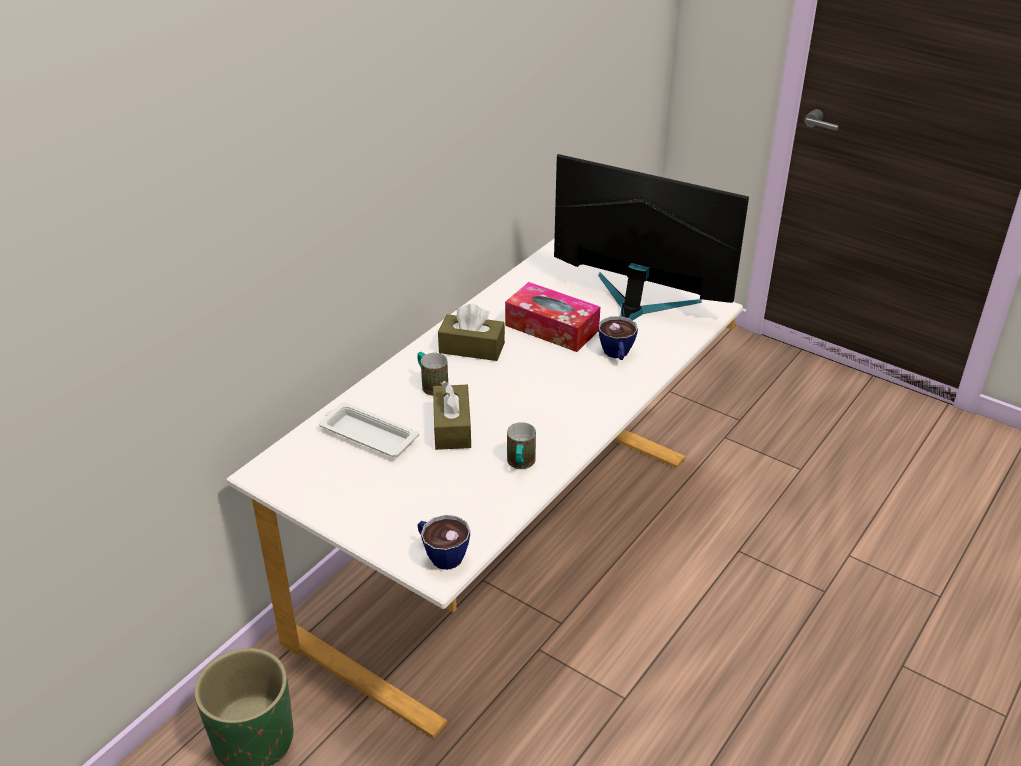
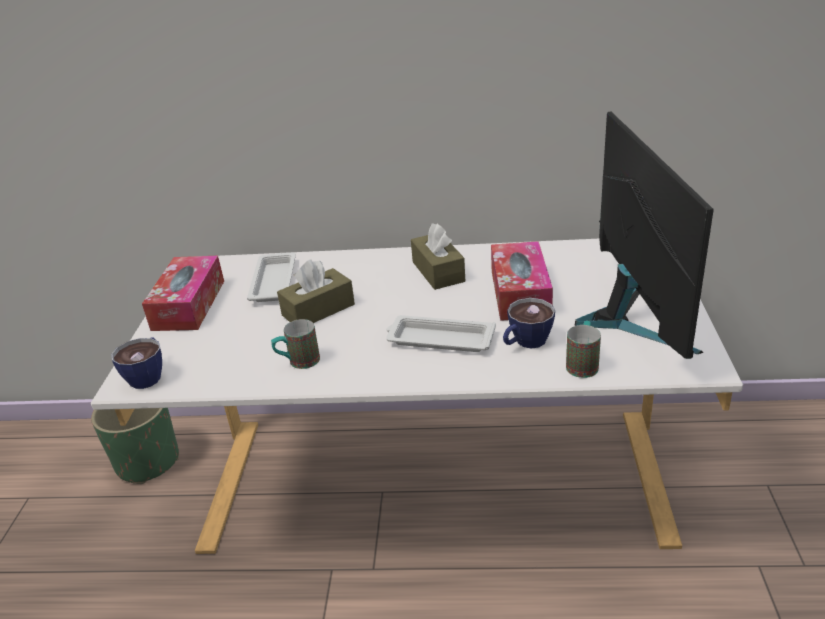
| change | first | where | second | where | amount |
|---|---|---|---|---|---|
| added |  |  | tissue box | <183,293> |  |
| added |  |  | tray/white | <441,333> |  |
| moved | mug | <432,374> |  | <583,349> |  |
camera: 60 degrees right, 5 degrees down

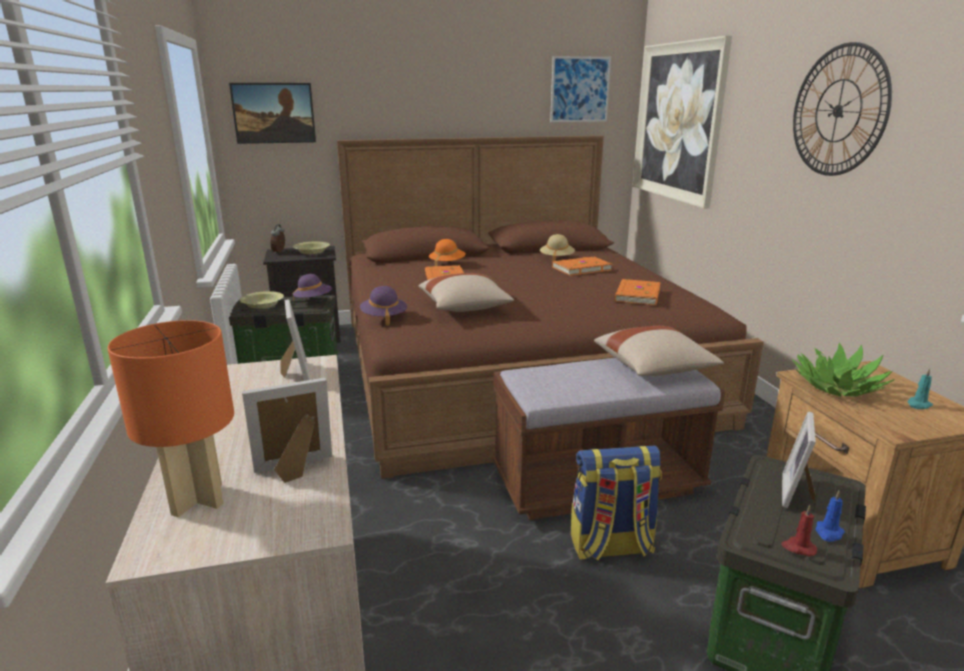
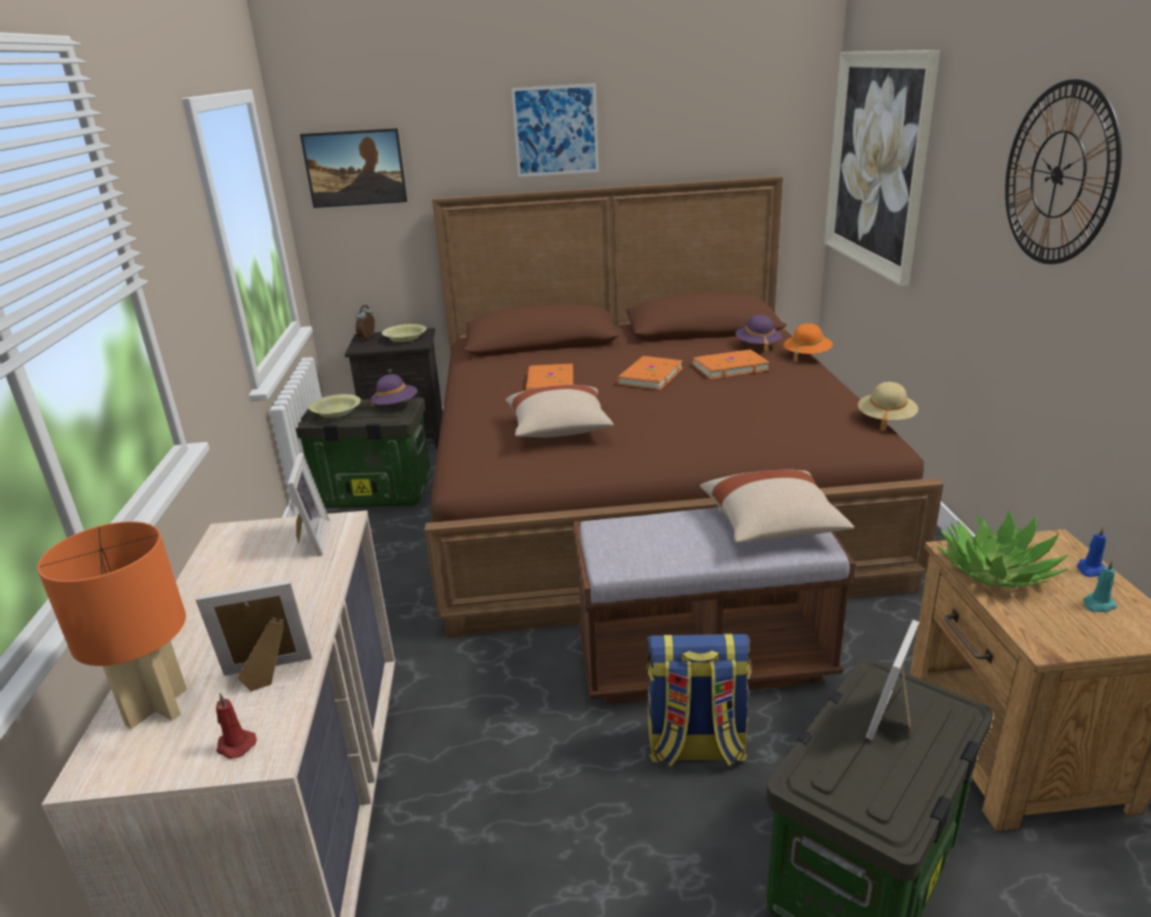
| change | first | where | second | where | amount |
|---|---|---|---|---|---|
| moved | candle/red | <799,530> |  | <236,726> |  |
| moved | picture | <580,89> |  | <555,130> |  |
| moved | book/orange | <637,292> |  | <650,373> |  |
| moved | hat/purple | <383,306> |  | <758,334> |  |
| moved | hat/orange | <447,252> |  | <808,342> |  |
| moved | hat/beige | <557,247> |  | <888,407> |  |
| moved | candle/blue | <830,516> |  | <1091,552> |  |
camera: 10 degrees right, 5 degrees up

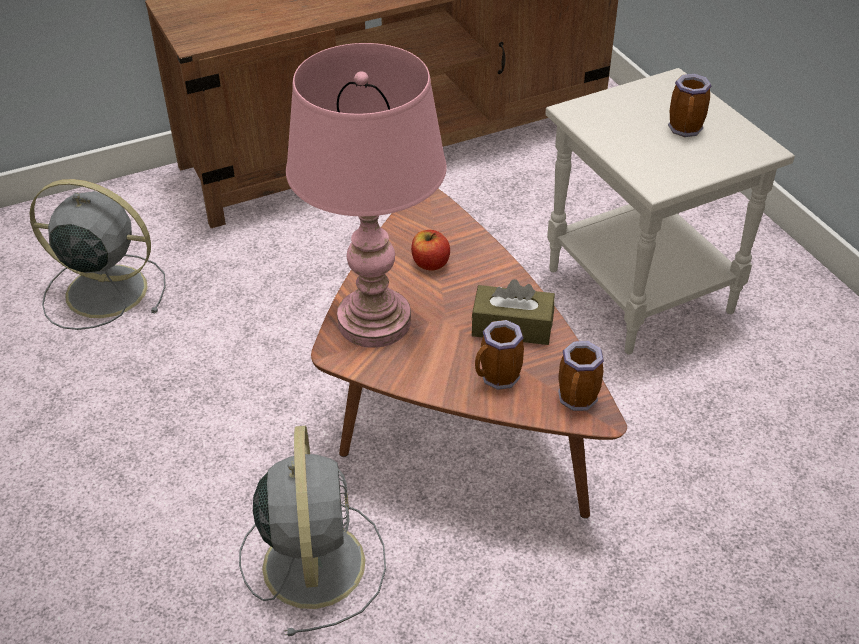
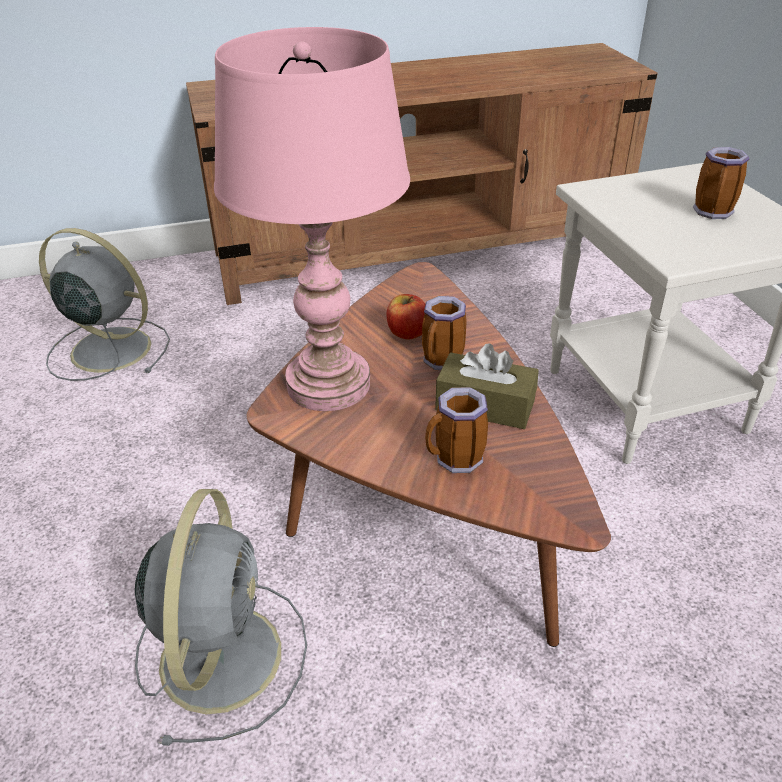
| change | first | where | second | where | amount |
|---|---|---|---|---|---|
| moved | mug | <581,376> |  | <444,333> |  |
camera: 10 degrees right, 5 degrees down

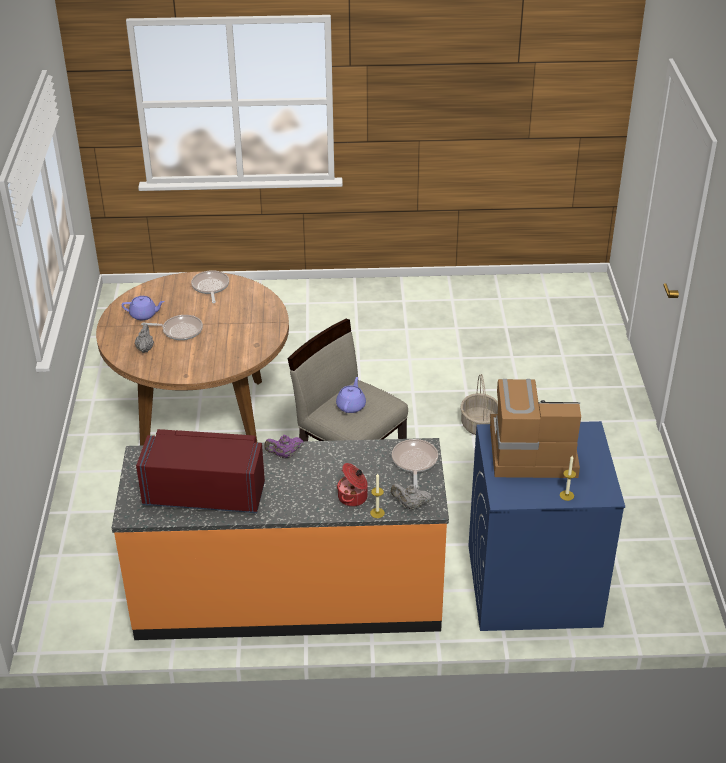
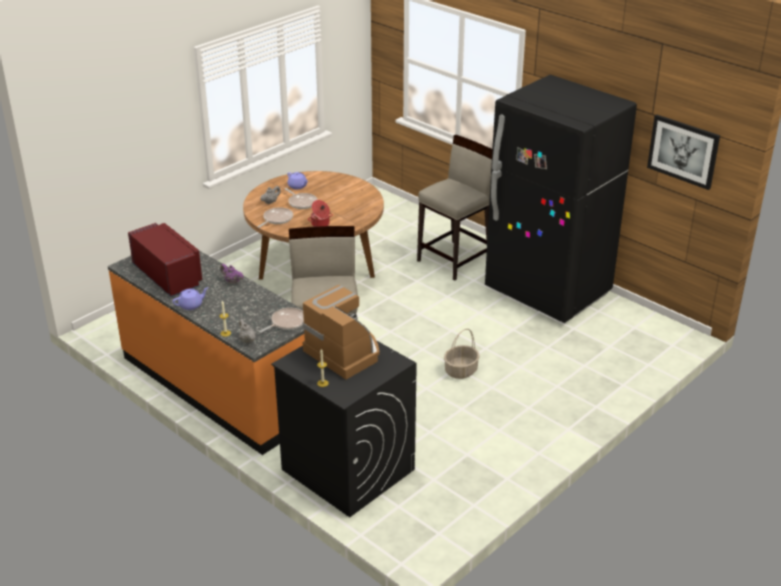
| change | first | where | second | where | amount |
|---|---|---|---|---|---|
| moved | teapot/purple | <351,395> |  | <190,298> |  |
| moved | frying pan | <210,286> |  | <275,217> |  |
| recoloured | washing machine/blue | <547,526> | washing machine/black | <344,428> |  |
| moved | cooking pot | <352,485> |  | <320,213> |  |
| added |  |  | stool/beige | <454,208> |  |
| added |  |  | fridge/black | <561,199> |  |
| added |  |  | picture | <683,152> |  |
camera: 45 degrees right, 5 degrees down

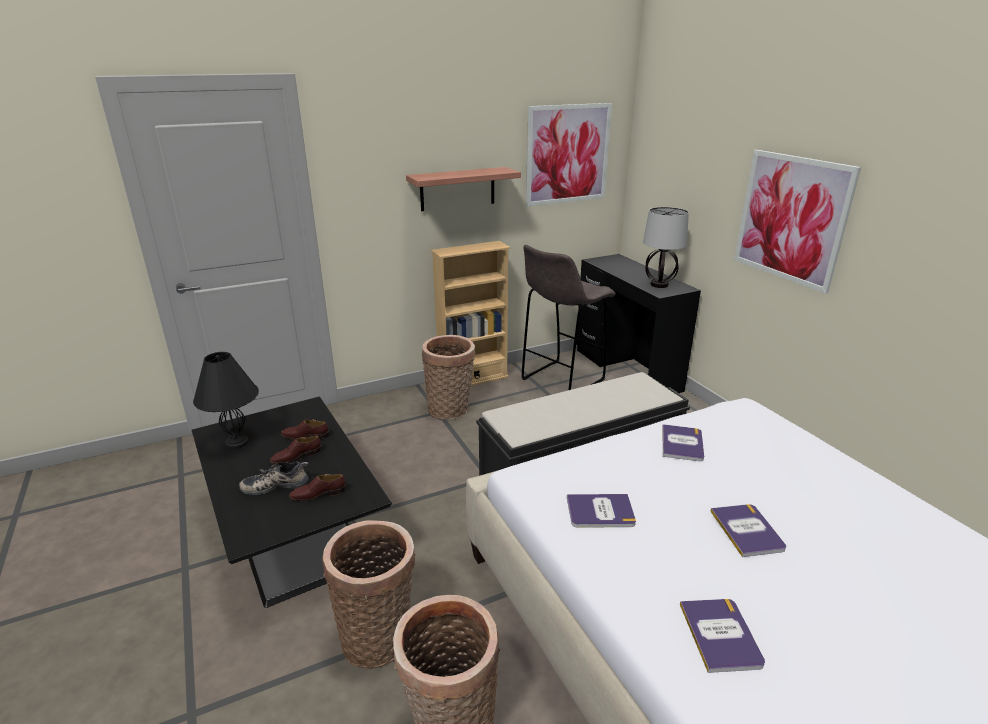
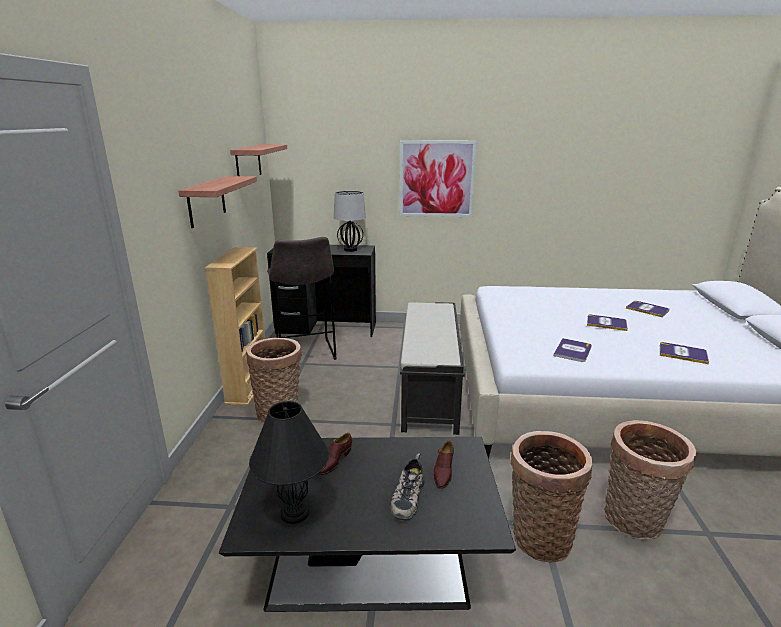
| change | first | where | second | where | amount |
|---|---|---|---|---|---|
| replaced | picture | <569,154> | shelf | <258,160> |  |
| moved | book | <683,442> |  | <647,309> |  |
| removed | shoe/brown | <295,449> |  |  |  |
camera: 60 degrees left, 5 degrees down

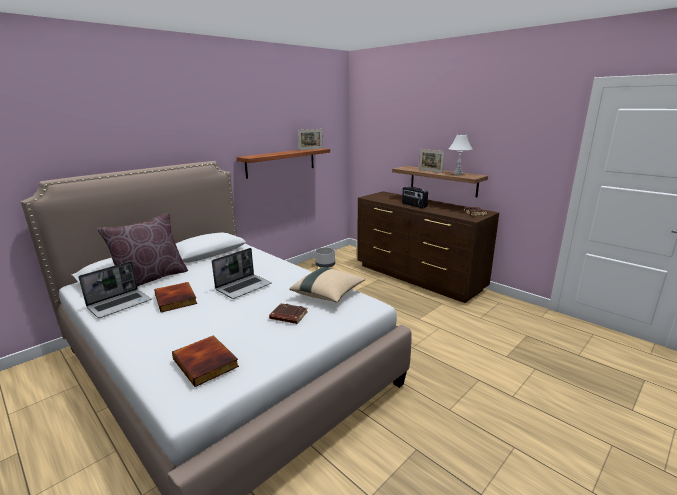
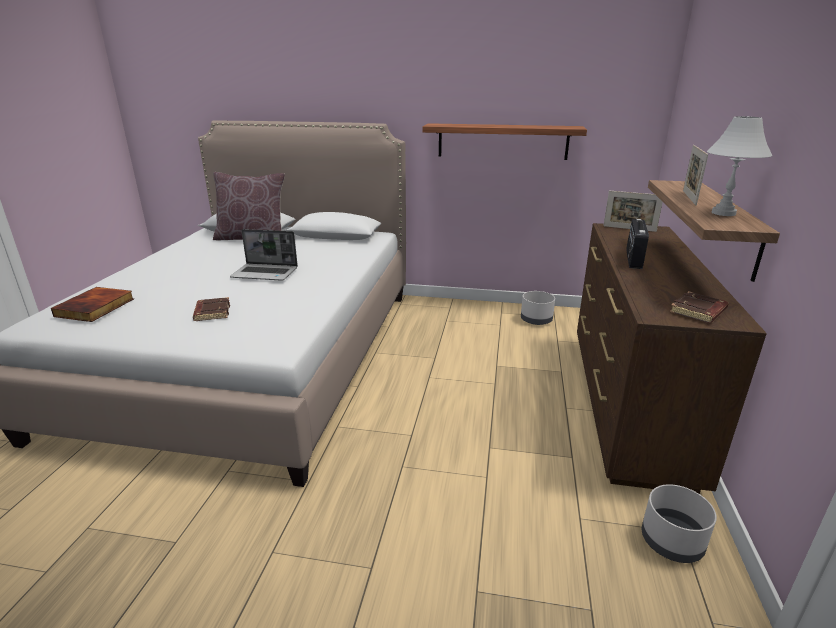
| change | first | where | second | where | amount |
|---|---|---|---|---|---|
| moved | picture frame | <310,140> |  | <633,211> |  |
| added |  |  | planter/grey | <679,523> |  |
| removed | laptop | <114,289> |  |  |  |
| removed | book | <175,297> |  |  |  |
| removed | pillow/beige | <327,285> |  |  |  |
camera: 55 degrees right, 5 degrees up

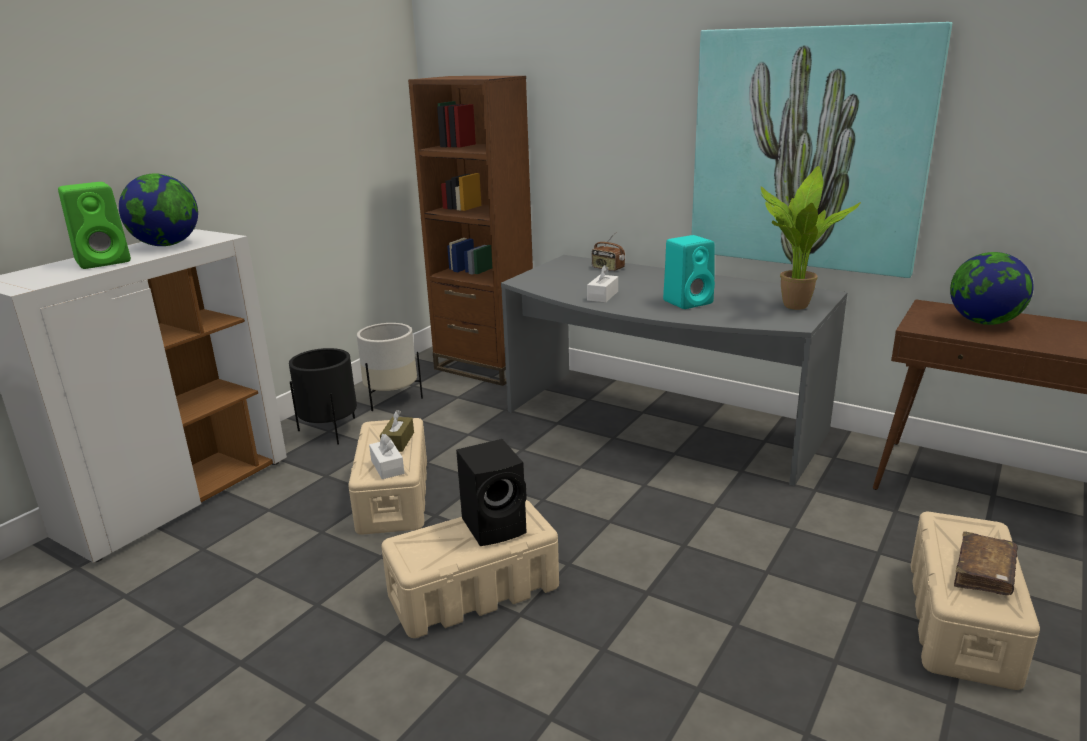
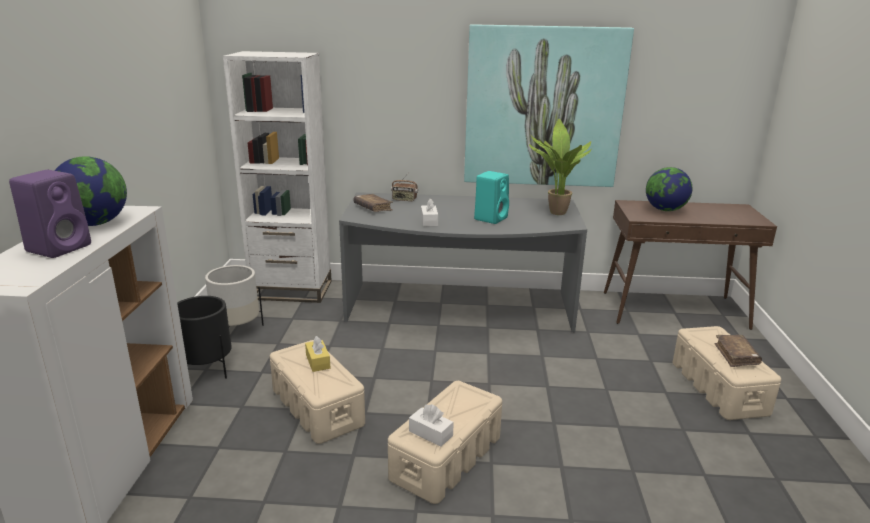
| change | first | where | second | where | amount |
|---|---|---|---|---|---|
| recoloured | speaker/green | <94,225> | speaker/purple | <50,214> |  |
| recoloured | bookcase/brown | <470,231> | bookcase/white | <277,177> |  |
| recoloured | tissue box/brown | <397,431> | tissue box/yellow | <317,354> |  |
| added |  |  | book/brown | <373,203> |  |
| moved | tissue box/white | <386,456> |  | <431,425> |  |
| removed | speaker/black | <491,492> |  |  |  |
camera: 30 degrees left, 0 degrees up

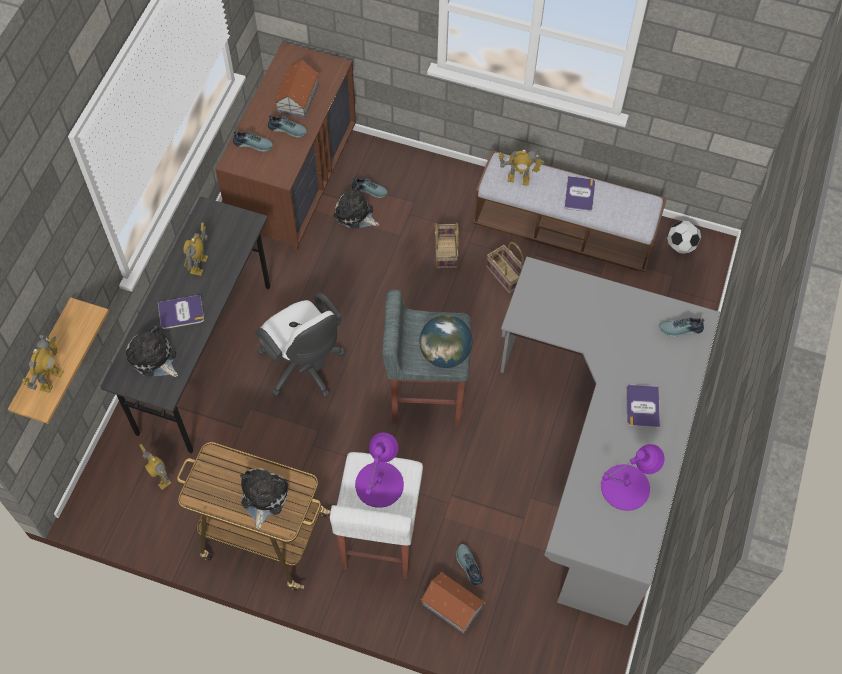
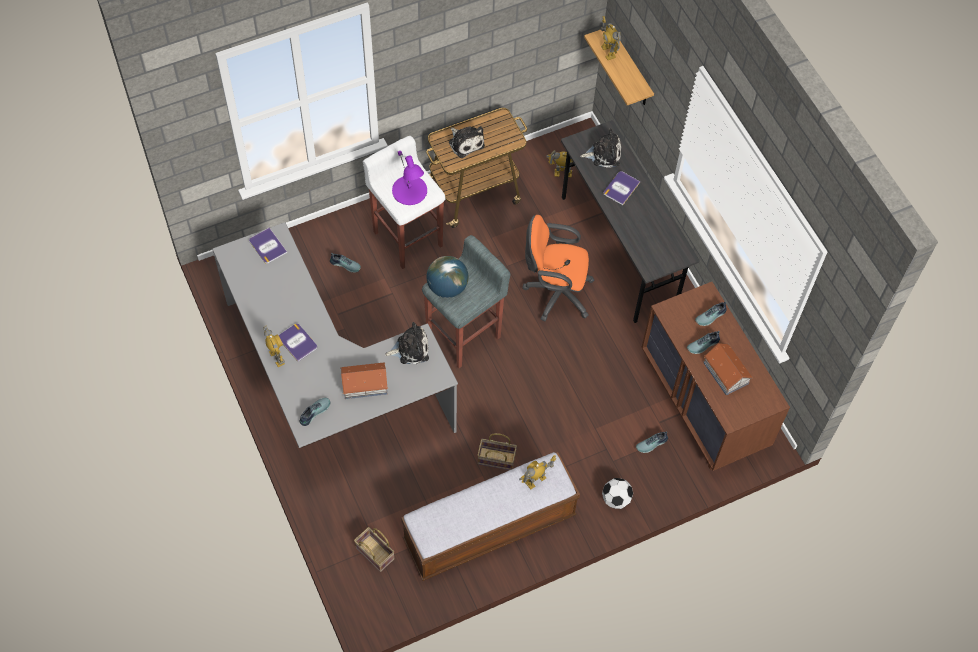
| change | first | where | second | where | amount |
|---|---|---|---|---|---|
| moved | book | <579,194> |  | <268,246> |  |
| moved | toy robot | <195,249> |  | <274,346> |  |
| moved | toy house | <453,603> |  | <364,380> |  |
| moved | basket | <446,246> |  | <374,549> |  |
| moved | plush toy | <356,206> |  | <407,343> |  |
| recoloured | office chair/white | <301,345> | office chair/orange | <558,268> |  |
| moved | football | <684,237> |  | <617,493> |  |
| removed | table lamp/purple | <633,477> |  |  |  |
camera: 135 degrees right, 0 degrees up

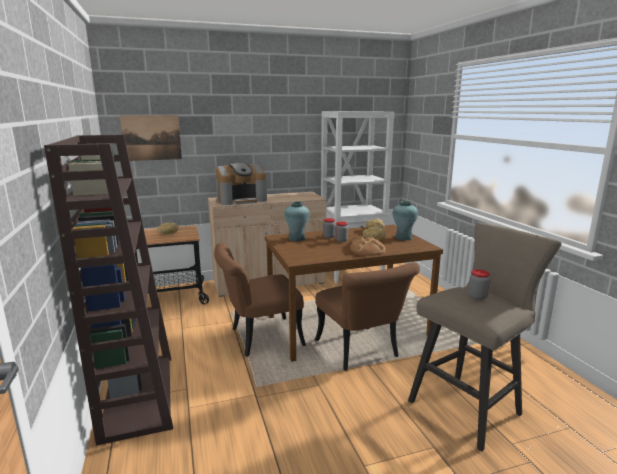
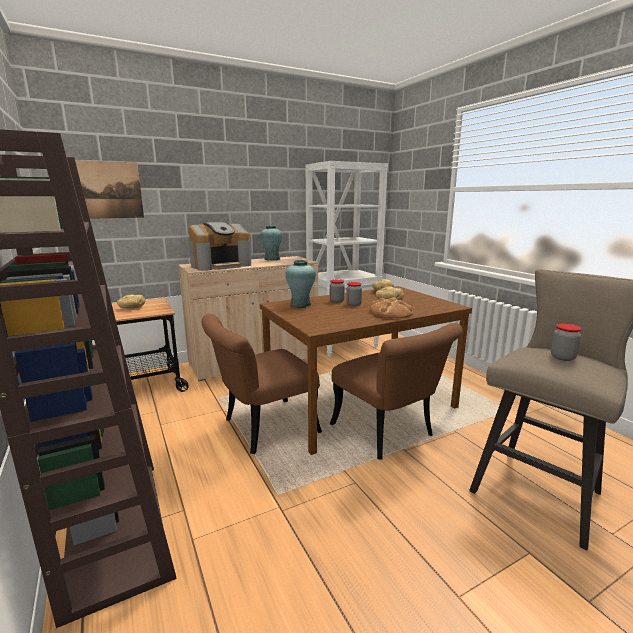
| change | first | where | second | where | amount |
|---|---|---|---|---|---|
| moved | vase/turquoise | <405,220> |  | <271,243> |  |
camera: 10 degrees left, 0 degrees up

